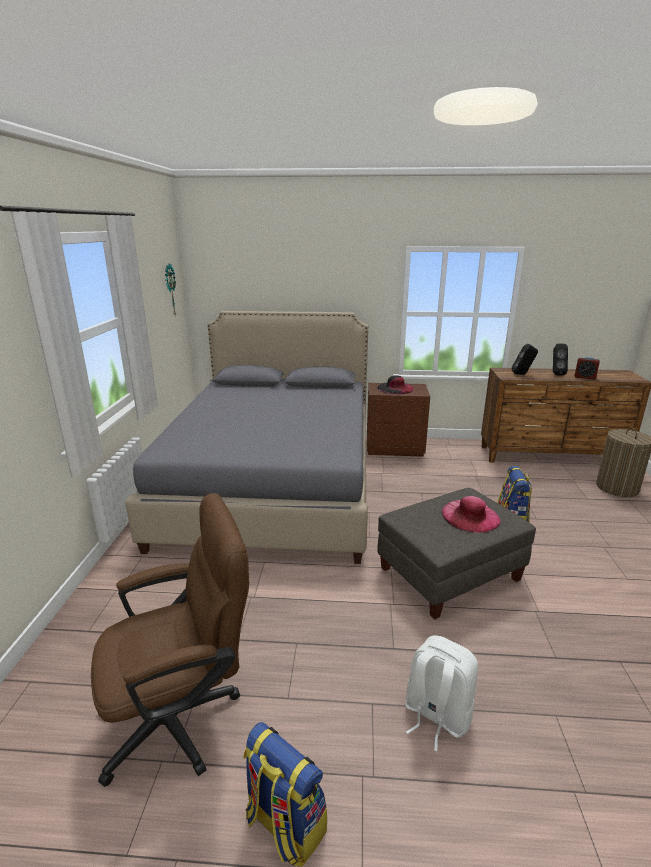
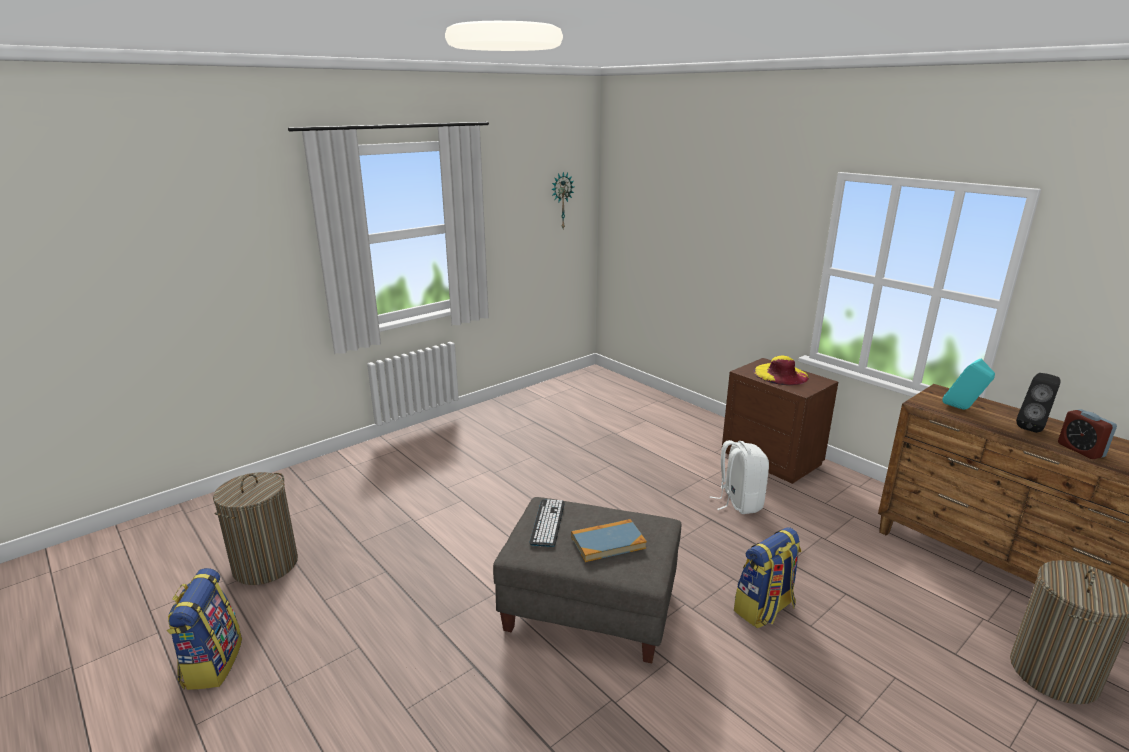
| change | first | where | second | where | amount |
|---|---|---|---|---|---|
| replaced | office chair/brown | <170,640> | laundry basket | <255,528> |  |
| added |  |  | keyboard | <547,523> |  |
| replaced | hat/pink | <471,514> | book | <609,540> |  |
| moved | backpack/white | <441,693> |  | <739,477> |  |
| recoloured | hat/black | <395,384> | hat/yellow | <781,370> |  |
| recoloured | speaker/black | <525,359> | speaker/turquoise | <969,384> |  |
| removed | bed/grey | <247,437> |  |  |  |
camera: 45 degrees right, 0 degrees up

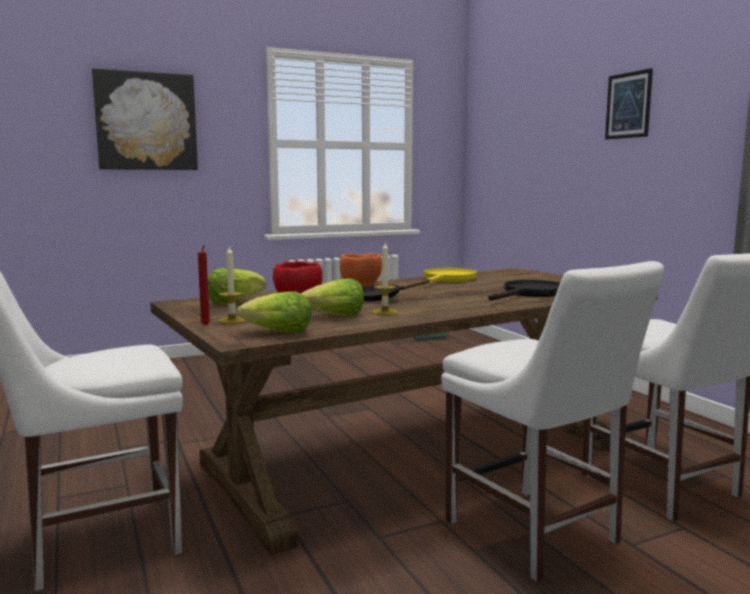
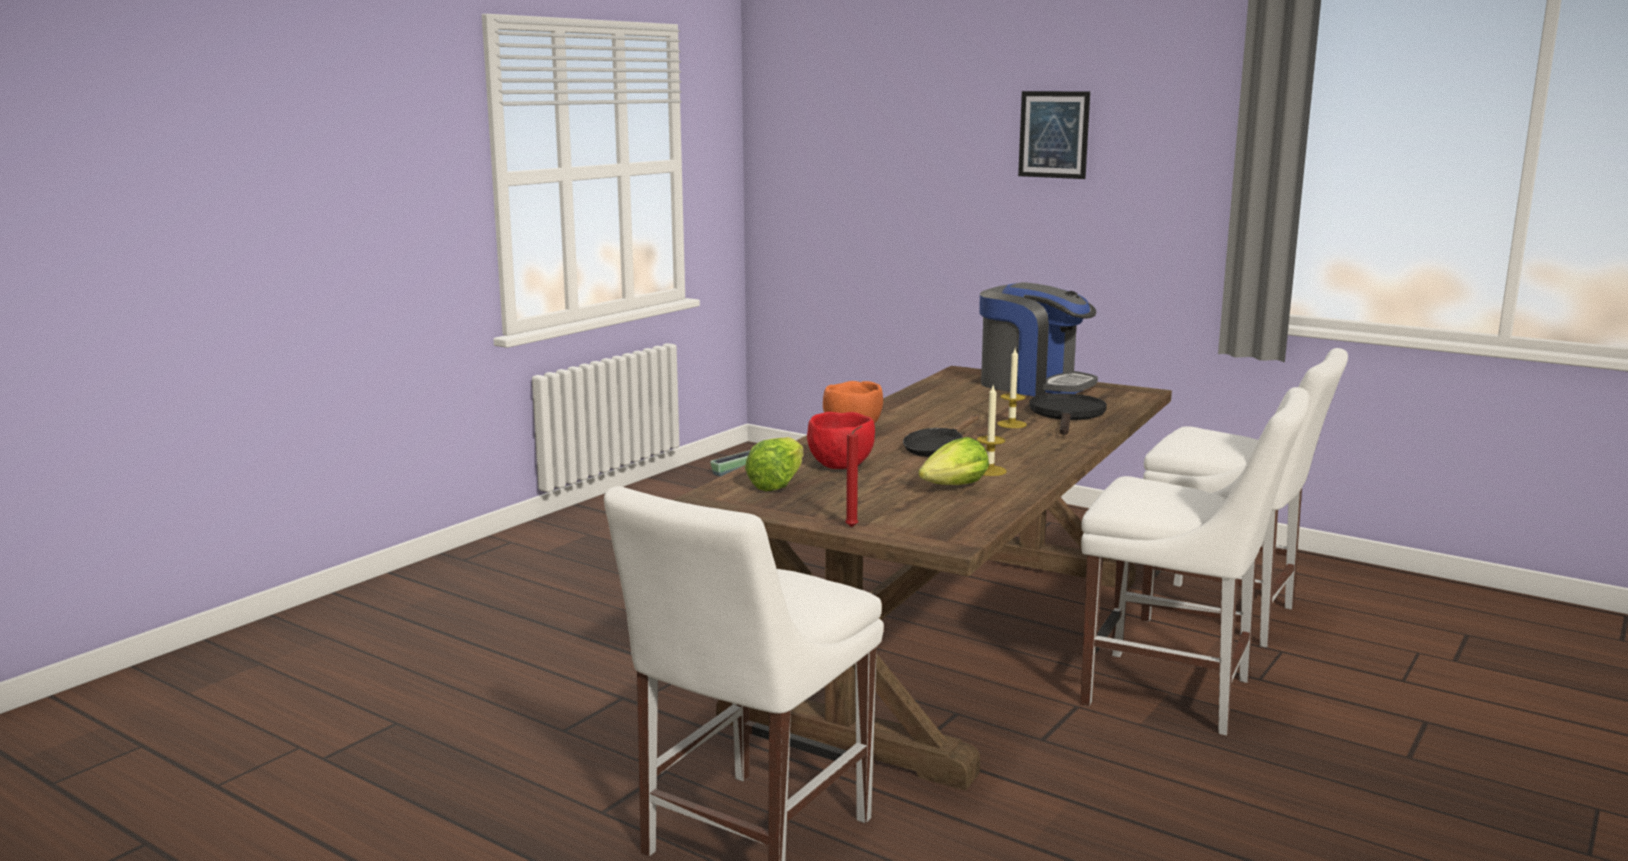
| change | first | where | second | where | amount |
|---|---|---|---|---|---|
| added |  |  | coffee machine | <1038,339> |  |
| moved | candle | <232,285> |  | <1012,388> |  |
| removed | picture | <145,119> |  |  |  |
| removed | lettuce | <274,312> |  |  |  |
| removed | frying pan/yellow | <448,277> |  |  |  |
camera: 30 degrees left, 5 degrees up

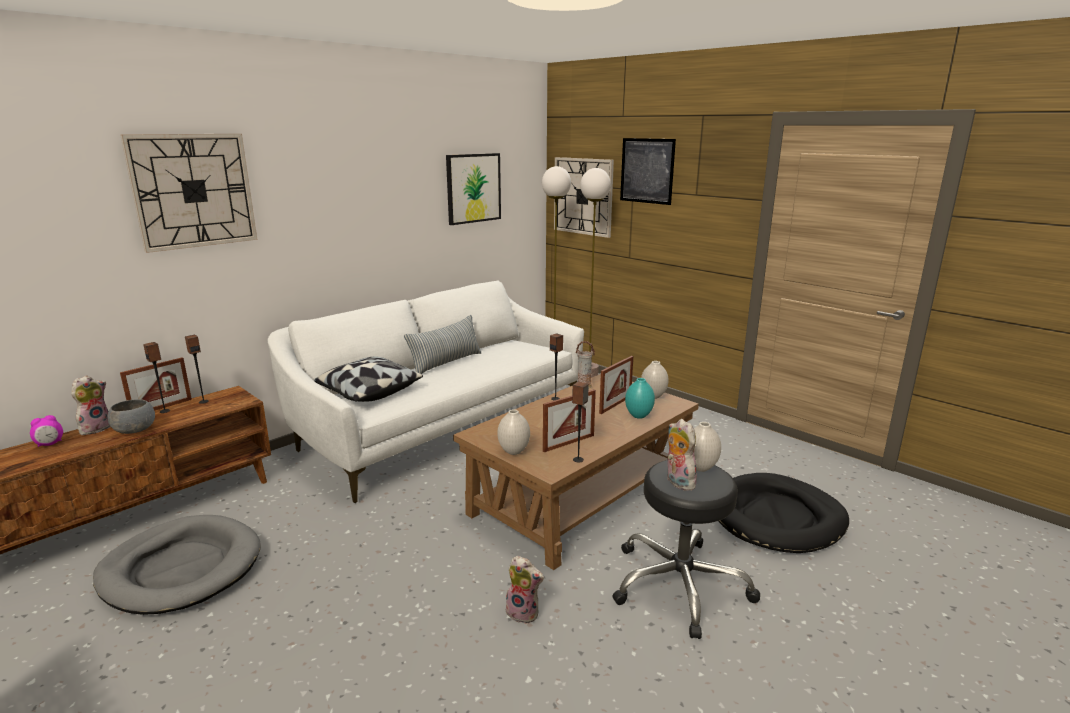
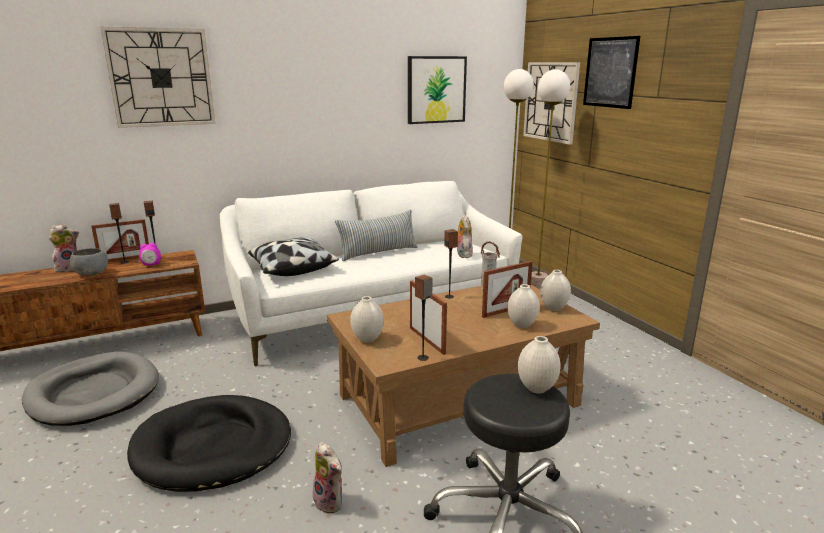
| change | first | where | second | where | amount |
|---|---|---|---|---|---|
| moved | dog bed/black | <783,513> |  | <209,443> |  |
| moved | alarm clock | <46,431> |  | <150,254> |  |
| turned | picture frame | <569,420> |  | <428,318> | 105 degrees counterclockwise |
| moved | plush toy | <681,454> |  | <465,236> |  |
| recoloured | vase/turquoise | <640,398> | vase/white | <523,306> |  |
camera: 20 degrees right, 0 degrees up

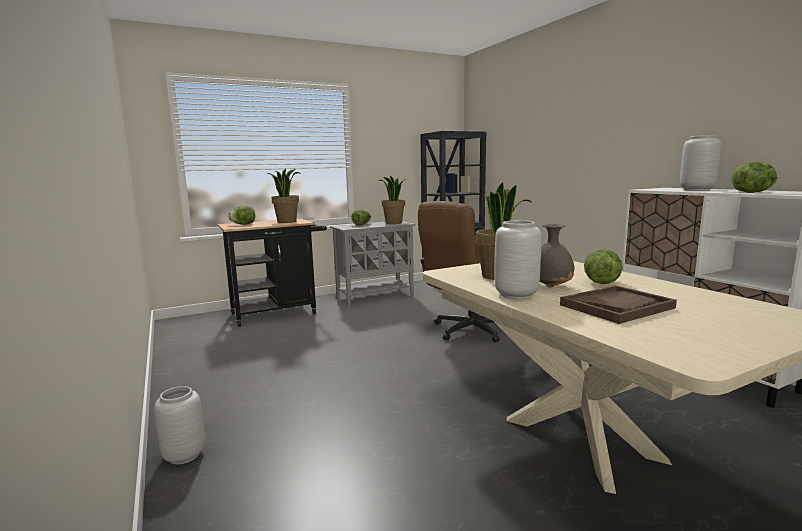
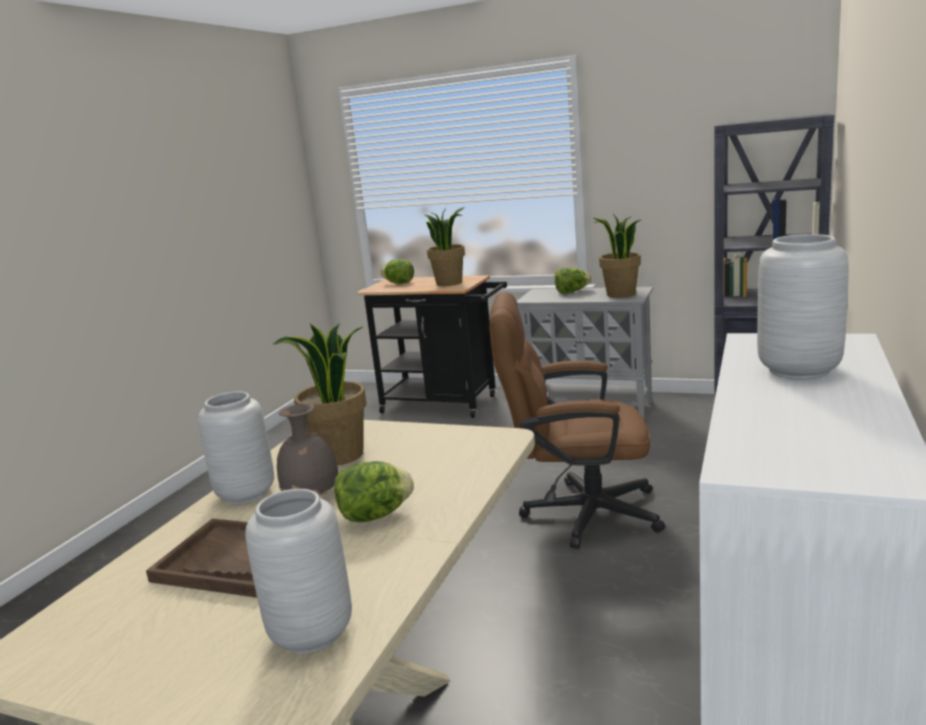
| change | first | where | second | where | amount |
|---|---|---|---|---|---|
| moved | vase/grey | <179,425> |  | <298,571> |  |
| removed | lettuce | <754,177> |  |  |  |
camera: 50 degrees right, 5 degrees up

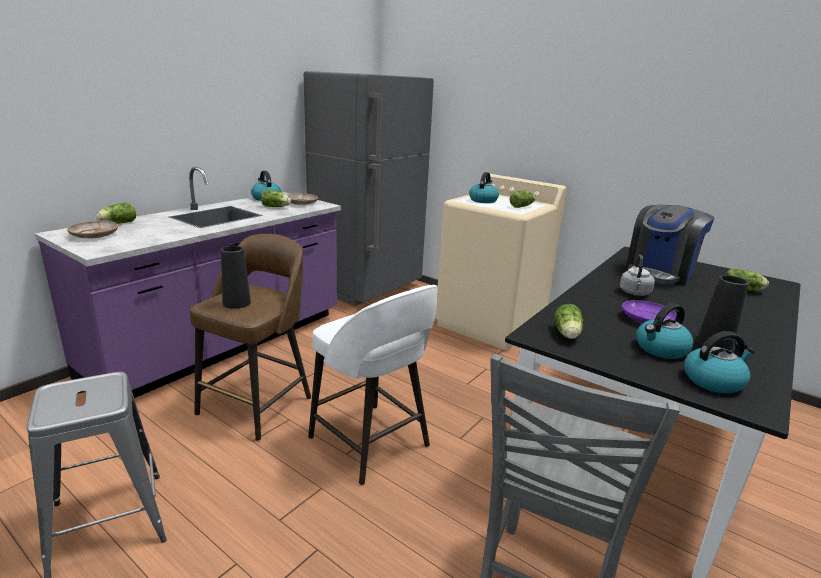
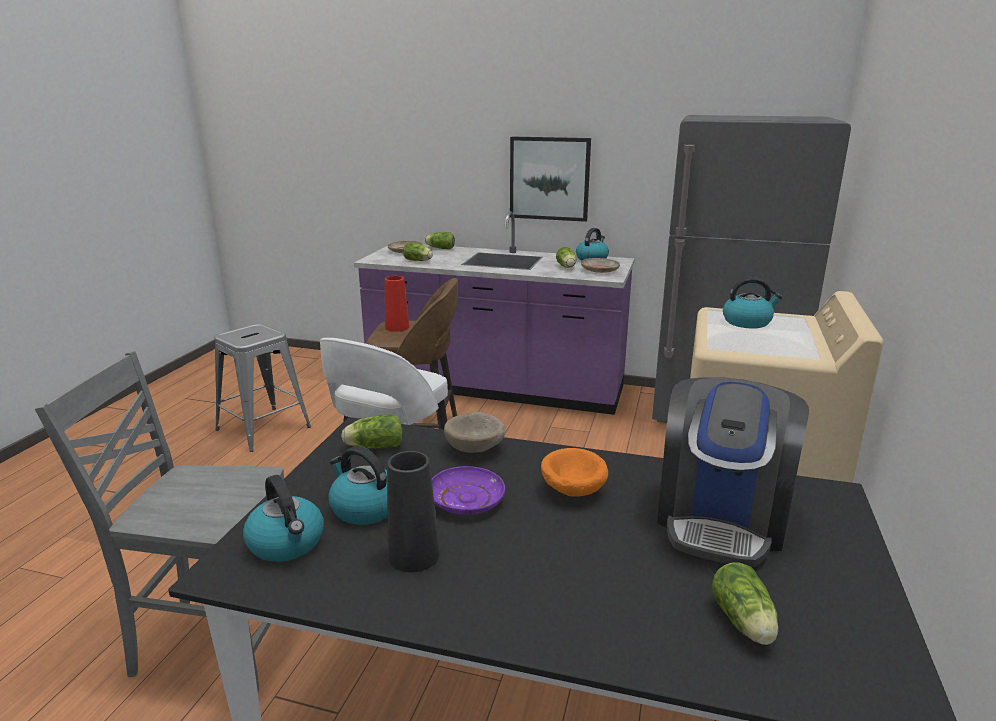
| change | first | where | second | where | amount |
|---|---|---|---|---|---|
| recoloured | vase/black | <236,277> | vase/red | <397,304> |  |
| moved | lettuce | <523,199> |  | <418,251> |  |
| added |  |  | bowl/beige | <475,432> |  |
| added |  |  | picture | <550,179> |  |
| replaced | kettle/grey | <637,275> | bowl/orange | <574,472> |  |
| turned | coffee machine | <669,245> |  | <733,472> | 90 degrees counterclockwise |
camera: 70 degrees right, 0 degrees up

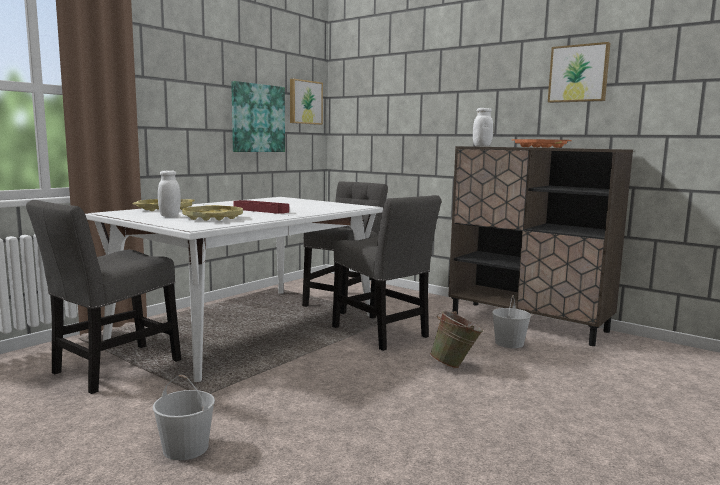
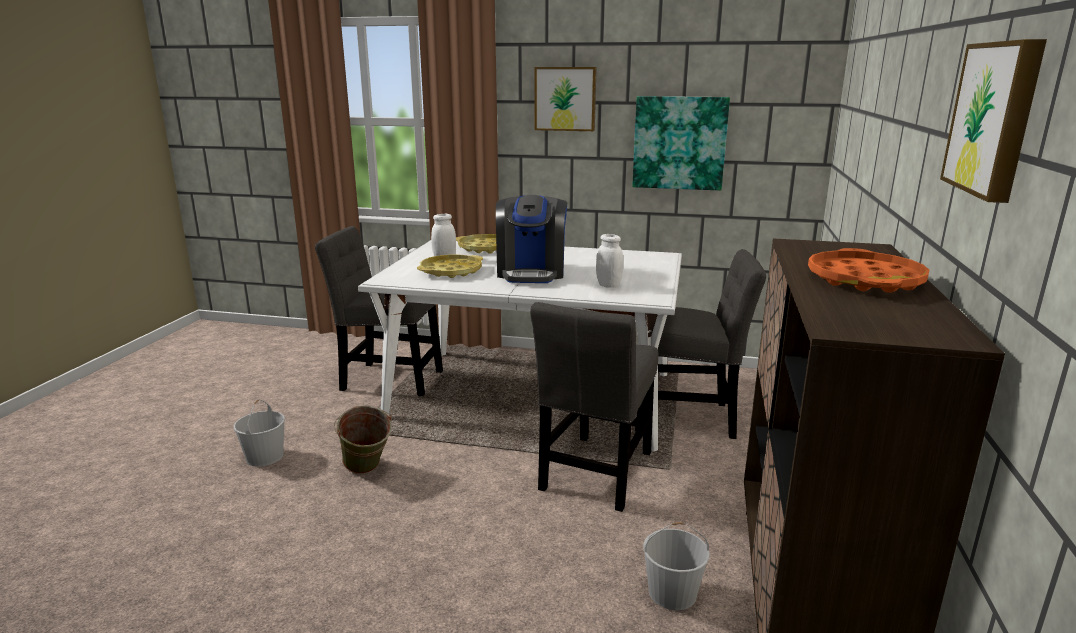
| change | first | where | second | where | amount |
|---|---|---|---|---|---|
| moved | bucket/green | <457,340> |  | <363,440> |  |
| replaced | tray/red | <261,207> | coffee machine | <531,239> |  |
| moved | picture | <306,102> |  | <566,99> |  |
| moved | jar/white | <483,127> |  | <609,261> |  |
camera: 65 degrees right, 10 degrees up

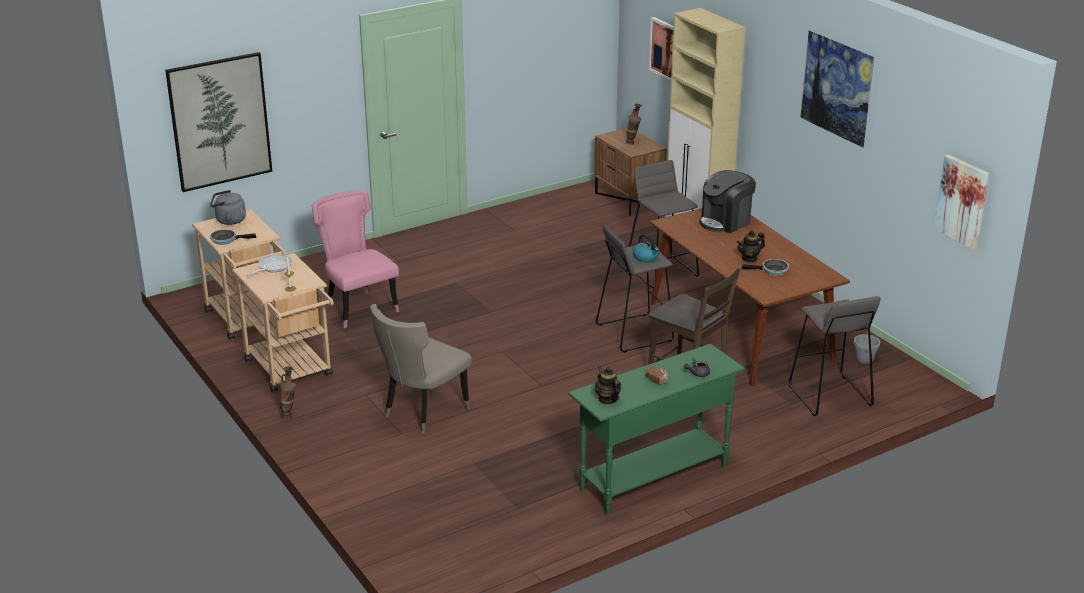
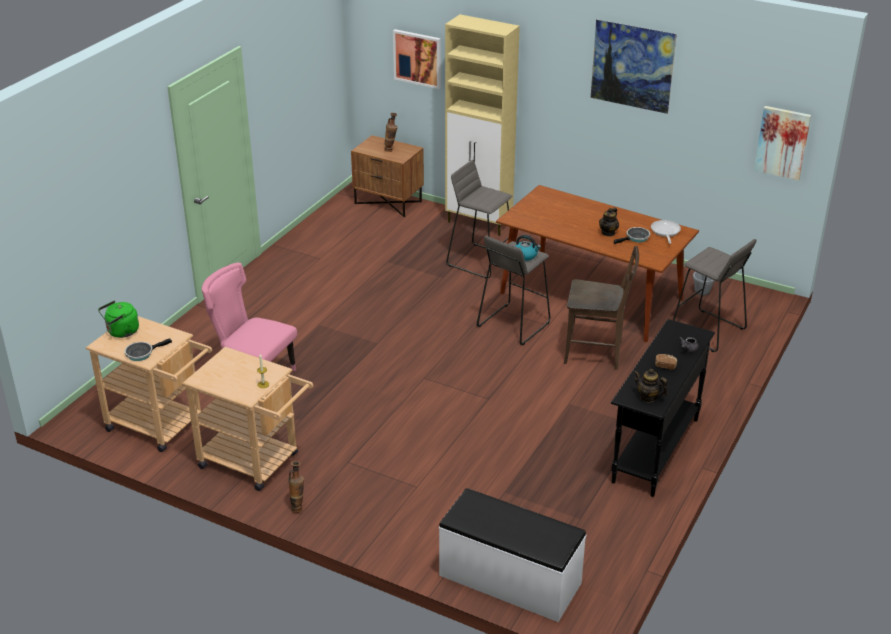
| change | first | where | second | where | amount |
|---|---|---|---|---|---|
| recoloured | kettle/grey | <228,207> | kettle/green | <118,319> |  |
| added |  |  | bench/white | <512,555> |  |
| recoloured | console table/green | <656,429> | console table/black | <663,408> |  |
| moved | frying pan | <270,265> |  | <666,231> |  |
| removed | picture | <219,122> |  |  |  |
| removed | chair/beige | <421,369> |  |  |  |
| removed | coffee machine | <728,201> |  |  |  |
camera: 30 degrees left, 5 degrees up

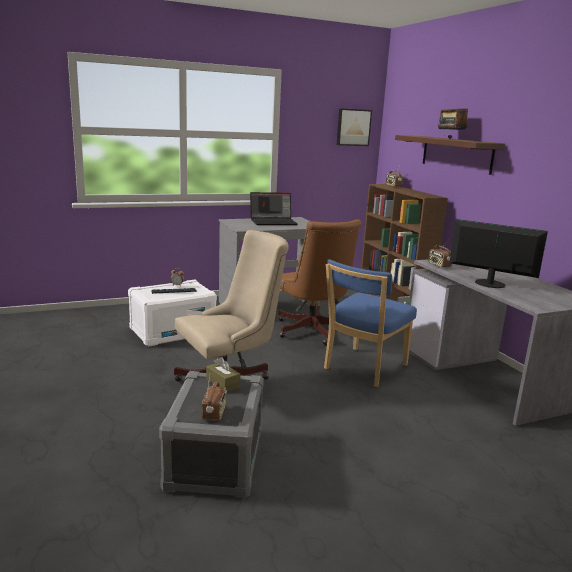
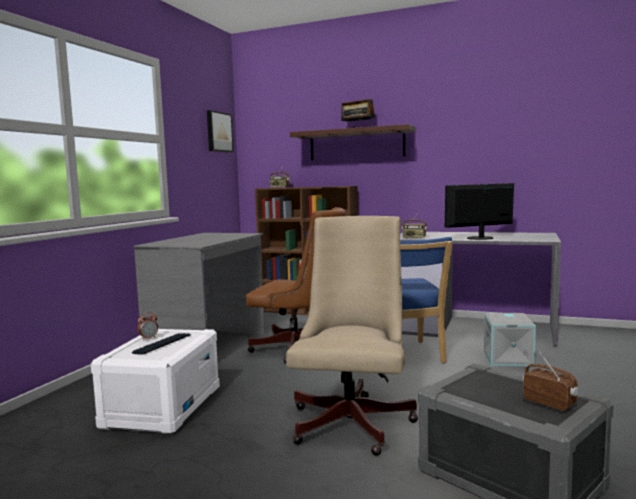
| change | first | where | second | where | amount |
|---|---|---|---|---|---|
| added |  |  | storage box/grey | <510,339> |  |
| removed | tissue box/brown | <223,374> |  |  |  |
| removed | laptop | <274,208> |  |  |  |
camera: 45 degrees left, 10 degrees down

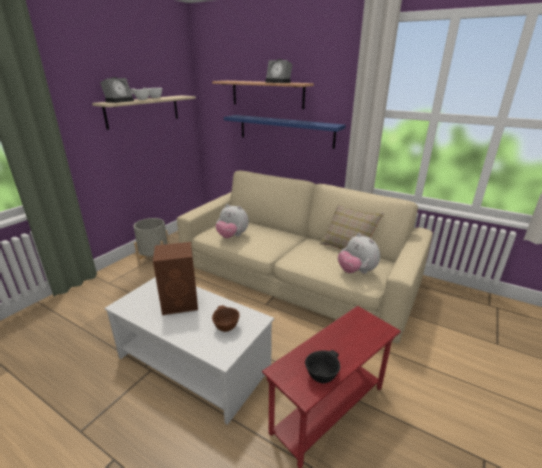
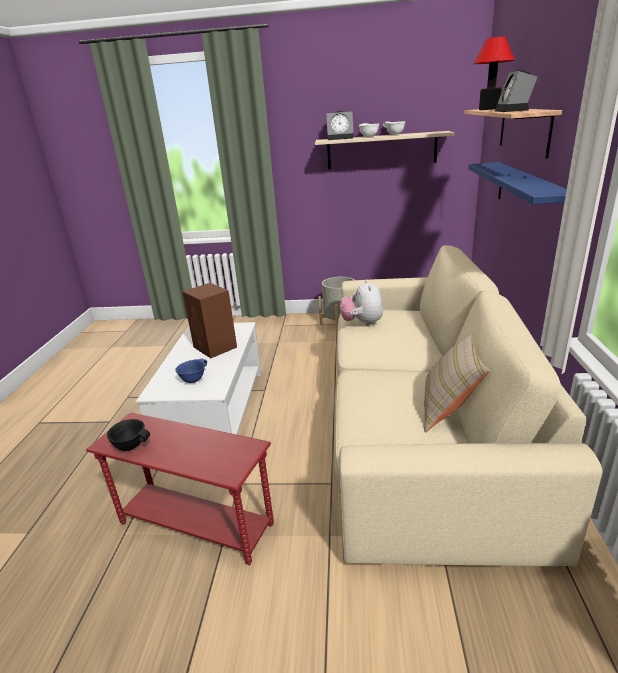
| change | first | where | second | where | amount |
|---|---|---|---|---|---|
| recoloured | bowl/brown | <226,318> | bowl/blue | <191,371> |  |
| added |  |  | table lamp | <494,73> |  |
| removed | plush toy | <359,253> |  |  |  |
camera: 65 degrees right, 0 degrees up

